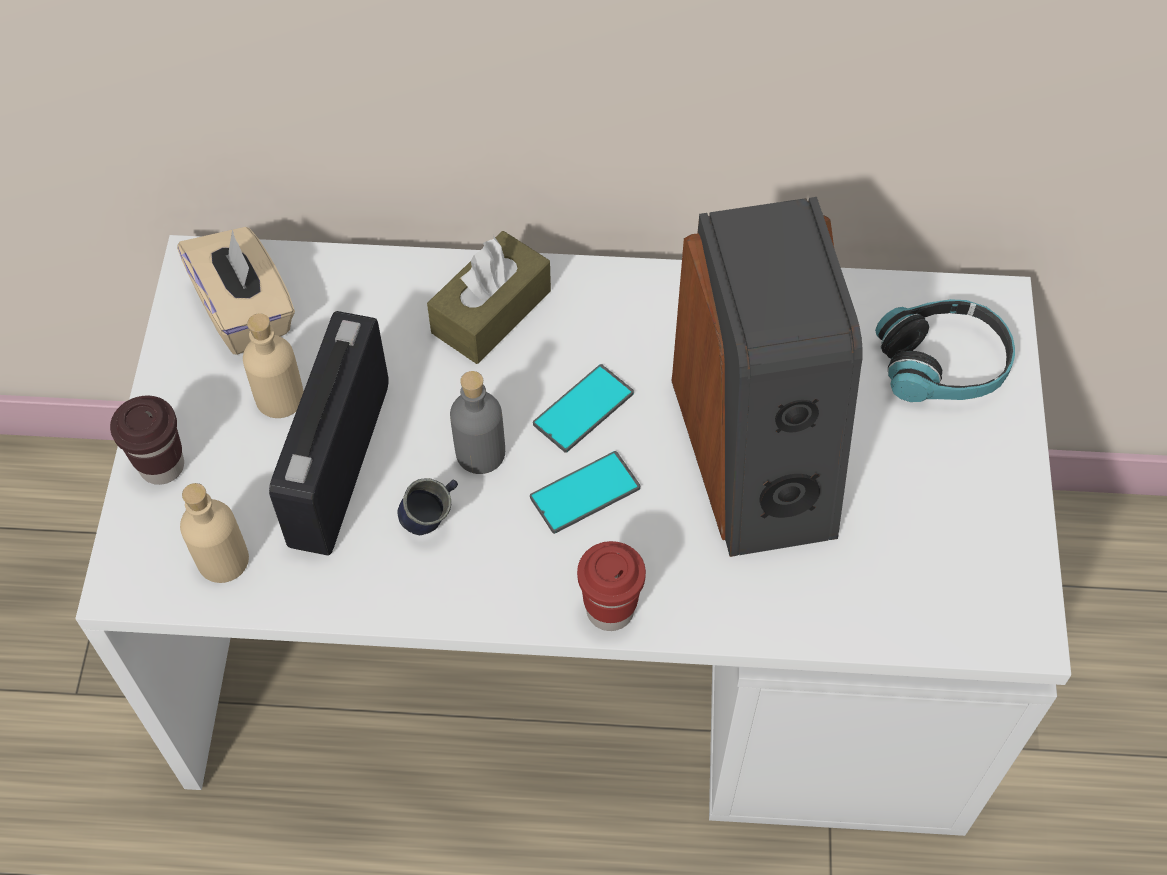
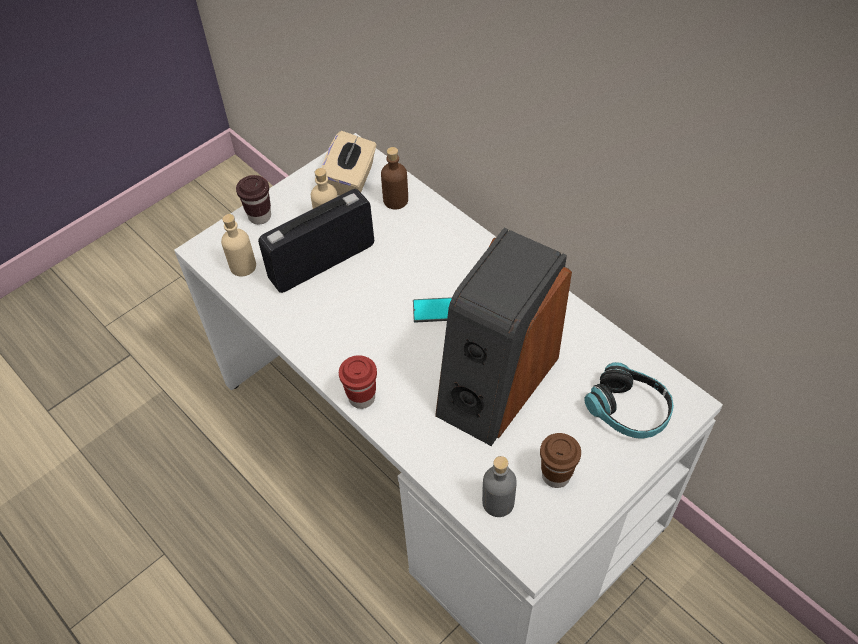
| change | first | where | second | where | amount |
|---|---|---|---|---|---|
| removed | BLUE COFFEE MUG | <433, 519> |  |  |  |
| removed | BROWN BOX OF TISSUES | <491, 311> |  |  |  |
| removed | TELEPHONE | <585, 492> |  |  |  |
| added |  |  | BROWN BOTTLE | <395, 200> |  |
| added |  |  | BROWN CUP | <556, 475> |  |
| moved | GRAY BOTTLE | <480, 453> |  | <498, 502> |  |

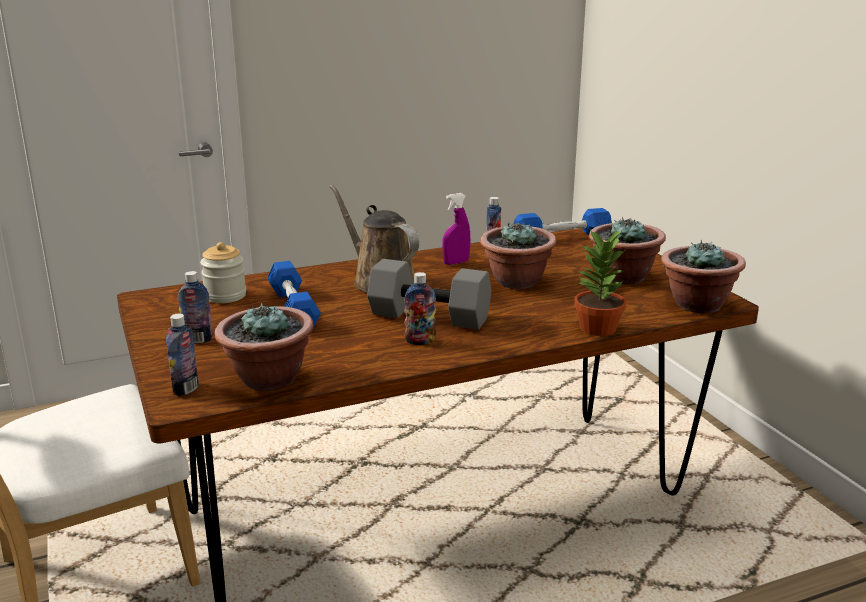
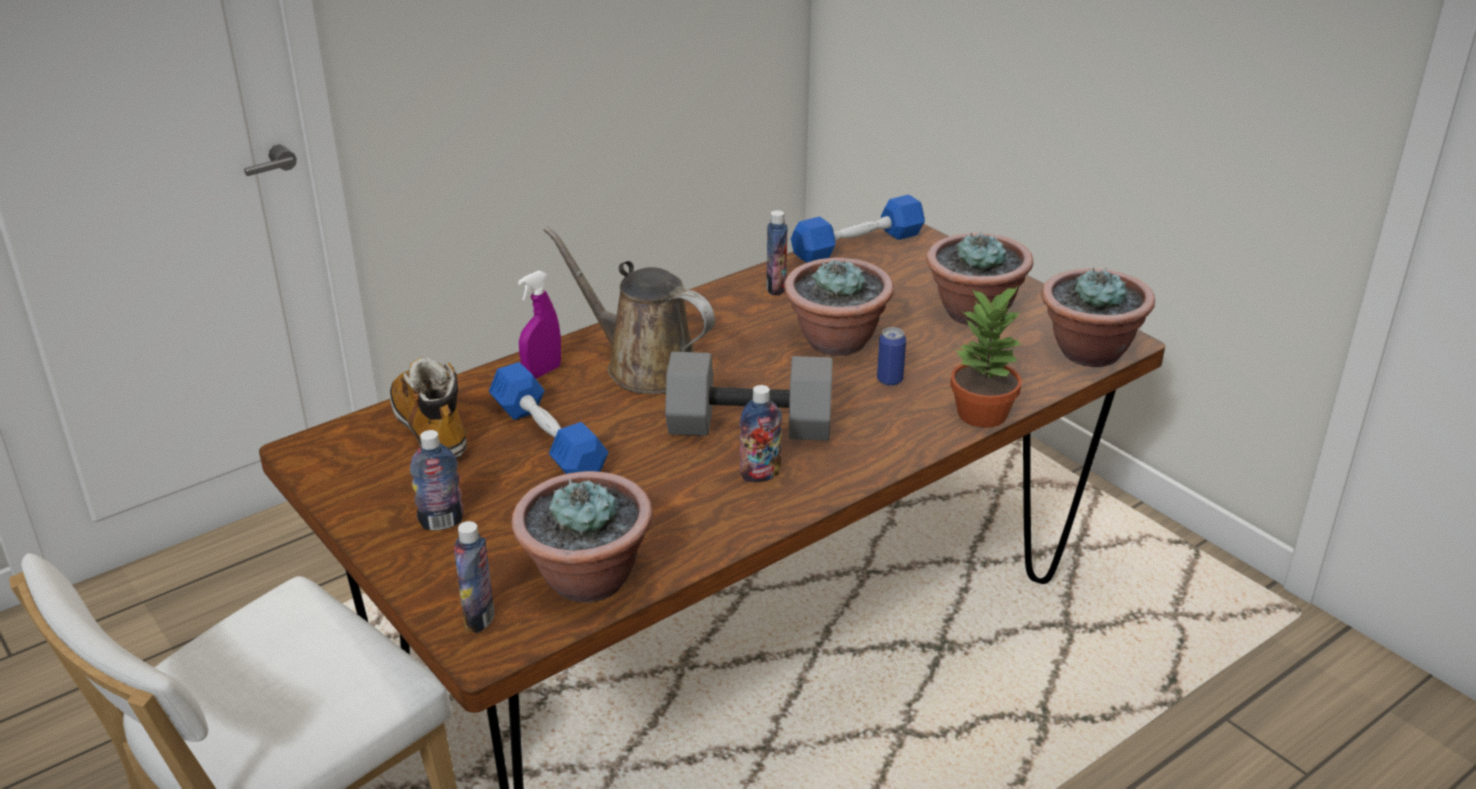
| change | first | where | second | where | amount |
|---|---|---|---|---|---|
| added |  |  | METAL CAN | <889, 380> |  |
| moved | PURPLE HAND SPRAYER | <456, 263> |  | <542, 372> |  |
| replaced | PRESERVE JAR | <225, 296> | TALL BOOT | <431, 429> |  |

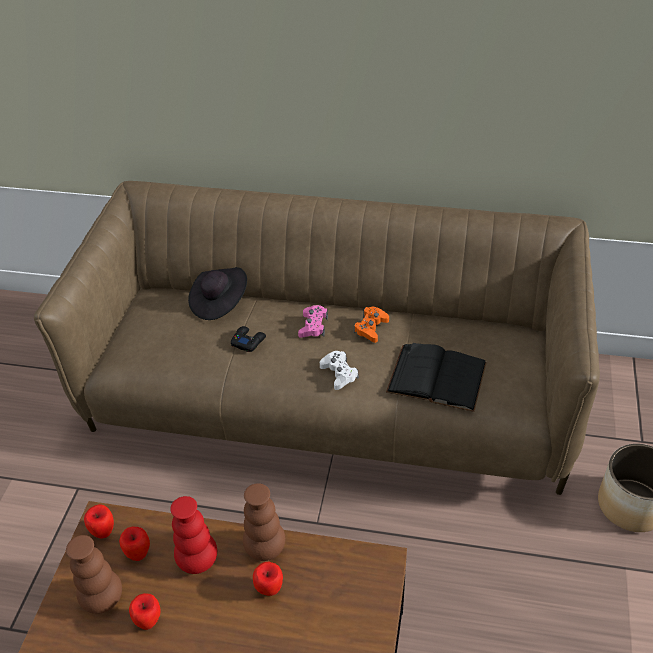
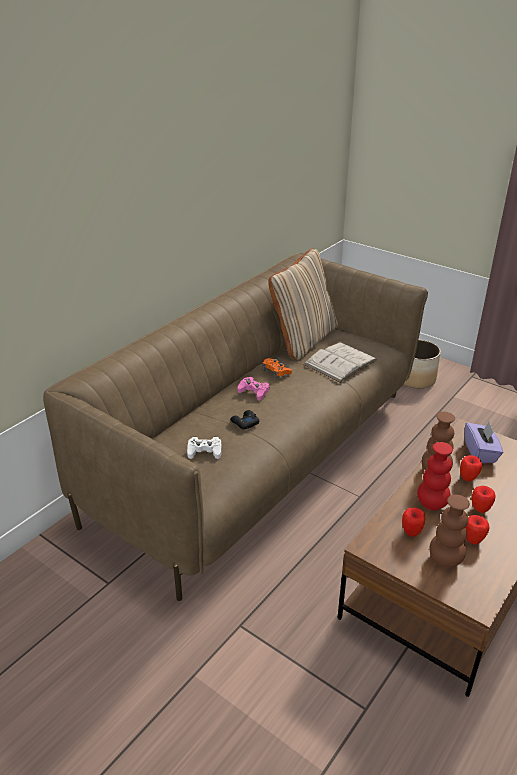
| change | first | where | second | where | amount |
|---|---|---|---|---|---|
| removed | BLACKISH WEARABLE HAT | <219, 303> |  |  |  |
| added |  |  | BEIGE CUSHION | <303, 339> |  |
| added |  |  | PURPLE BOX OF TISSUES | <480, 452> |  |
| moved | APPLE FRUIT | <103, 532> |  | <480, 509> |  |
| moved | WHITISH JOYPAD | <339, 373> |  | <204, 451> |  |
| recoloured | BLACKISH VOLUME | <437, 377> | WHITISH VOLUME | <340, 362> |  |

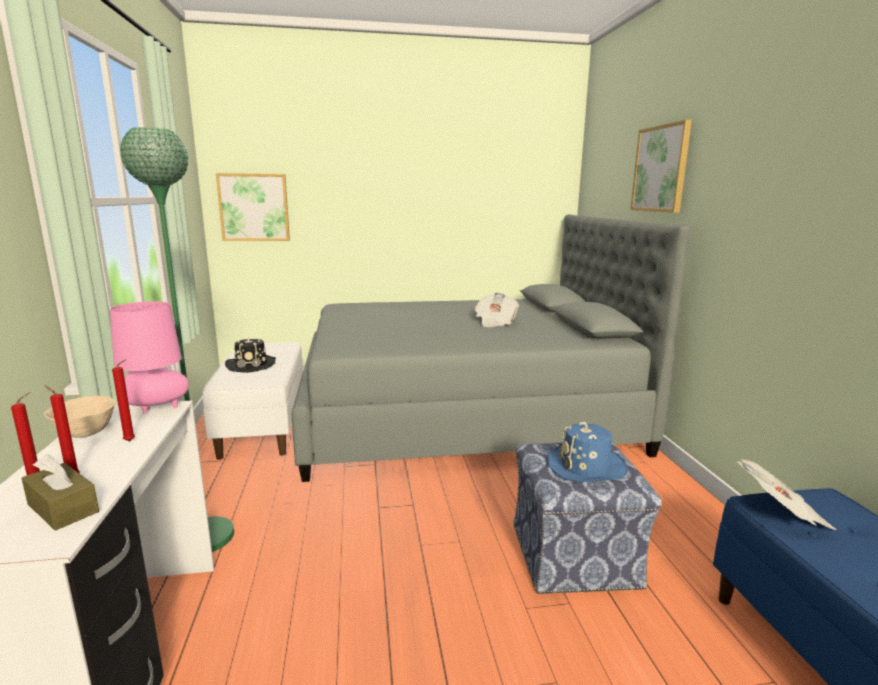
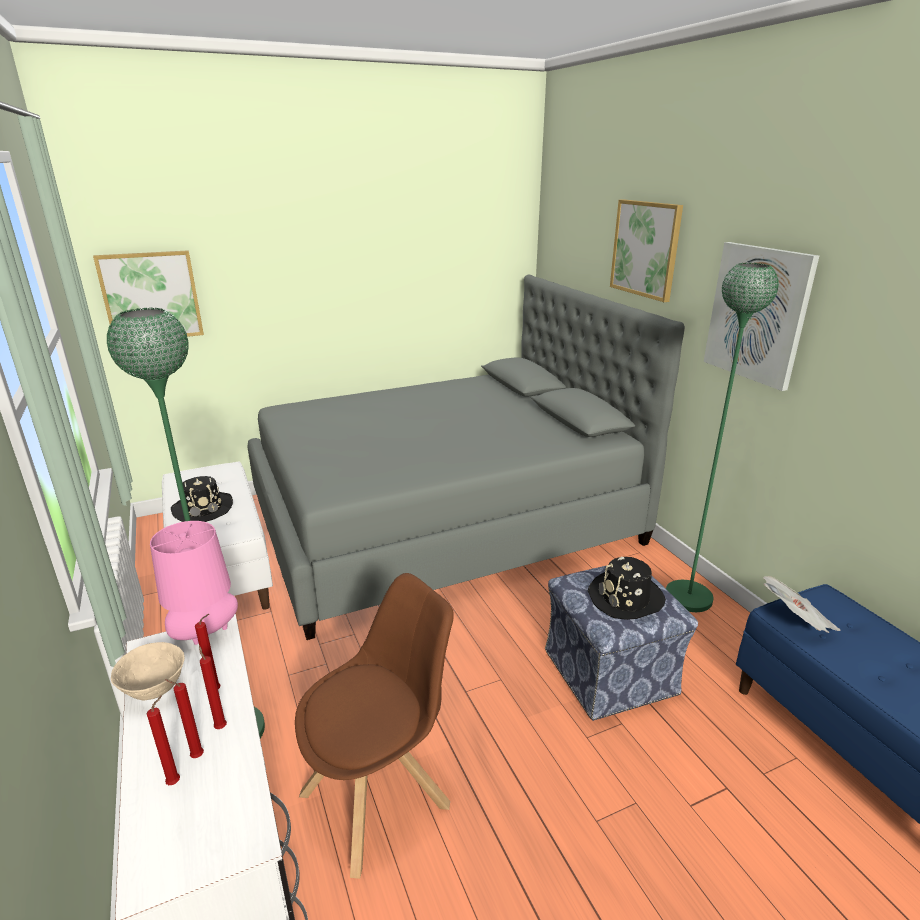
| change | first | where | second | where | amount |
|---|---|---|---|---|---|
| removed | BROWN BOX OF TISSUES | <63, 508> |  |  |  |
| removed | DAILY PAPER | <495, 322> |  |  |  |
| added |  |  | RED-COLOURED WAX LIGHT | <220, 726> |  |
| added |  |  | BROWN CHAIR | <380, 795> |  |
| added |  |  | GREEN-COLOURED STANDING LAMP | <689, 598> |  |
| added |  |  | WALL PICTURE | <757, 314> |  |
| recoloured | BLUE WEARABLE HAT | <586, 466> | BLACKISH WEARABLE HAT | <626, 598> |  |

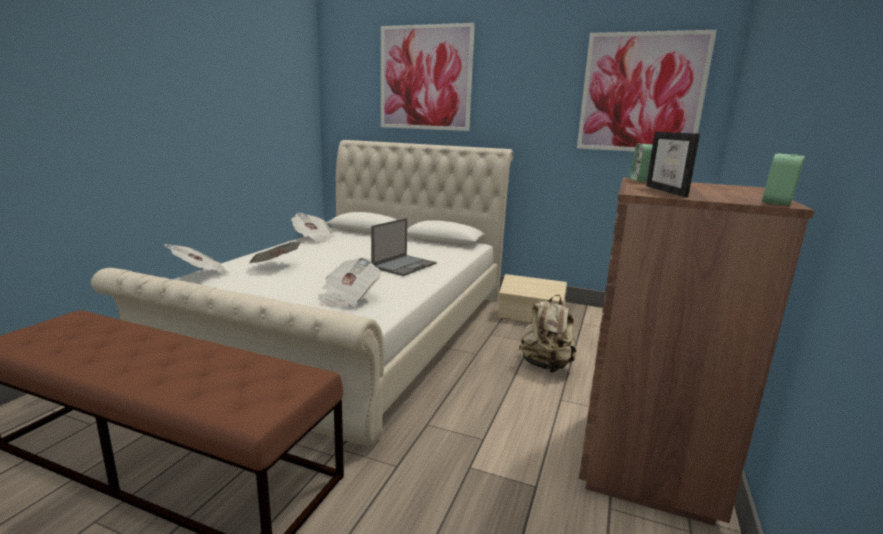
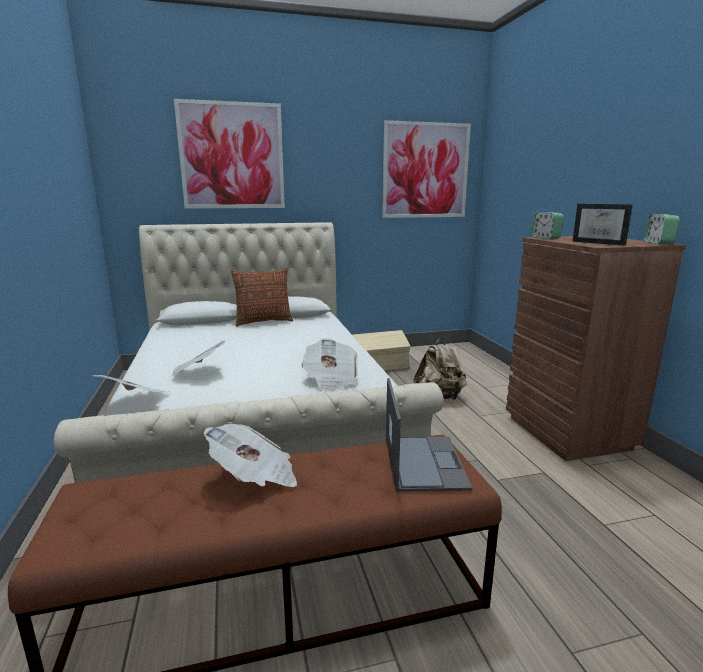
| change | first | where | second | where | amount |
|---|---|---|---|---|---|
| added |  |  | BROWN CUSHION | <263, 322> |  |
| moved | DAILY PAPER | <313, 239> |  | <255, 477> |  |
| moved | PORTABLE COMPUTER | <404, 265> |  | <423, 462> |  |

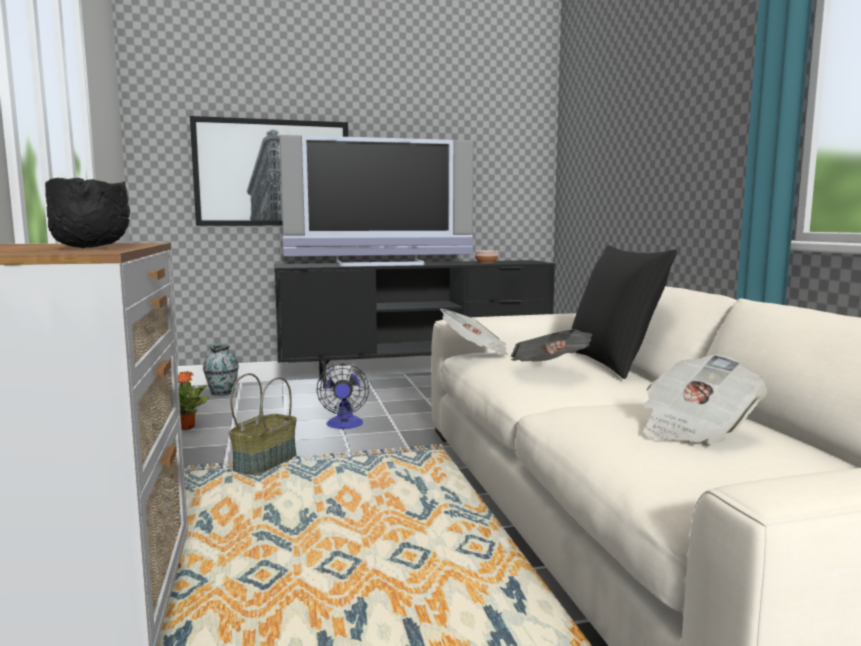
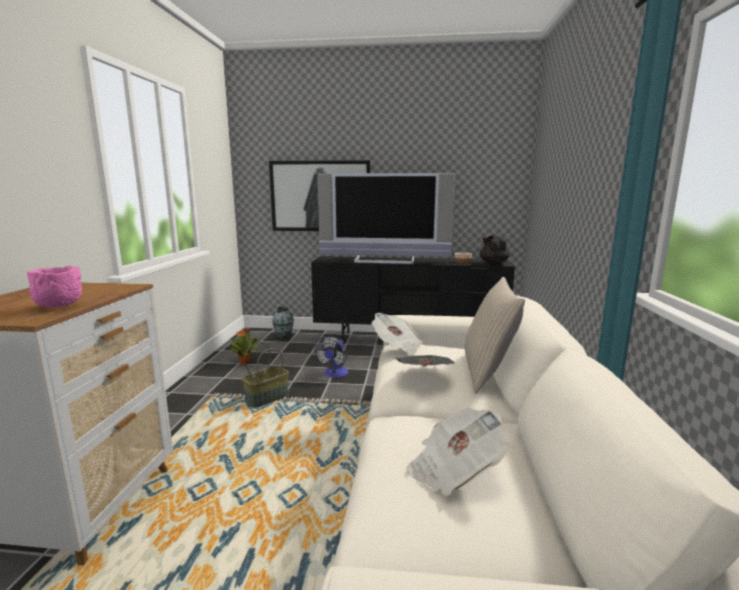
| change | first | where | second | where | amount |
|---|---|---|---|---|---|
| added |  |  | BLACKISH TEAPOT | <493, 263> |  |
| recoloured | BLACKISH DEEP DISH | <91, 248> | PINK DEEP DISH | <59, 307> |  |
| recoloured | BLACKISH CUSHION | <612, 363> | BEIGE CUSHION | <487, 372> |  |

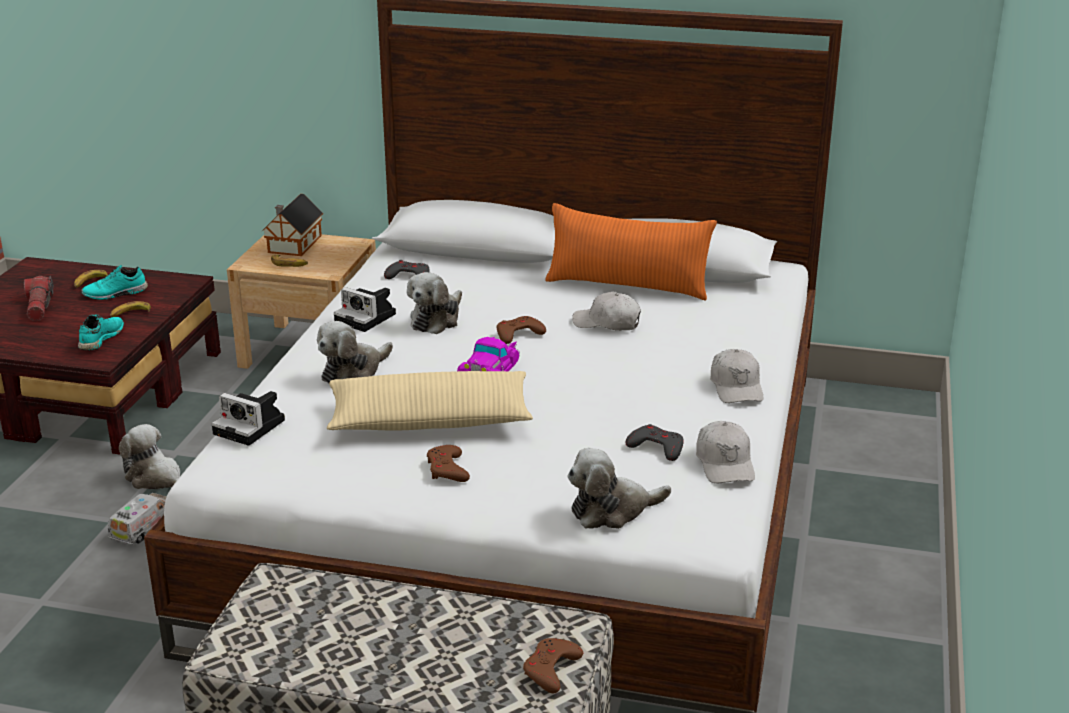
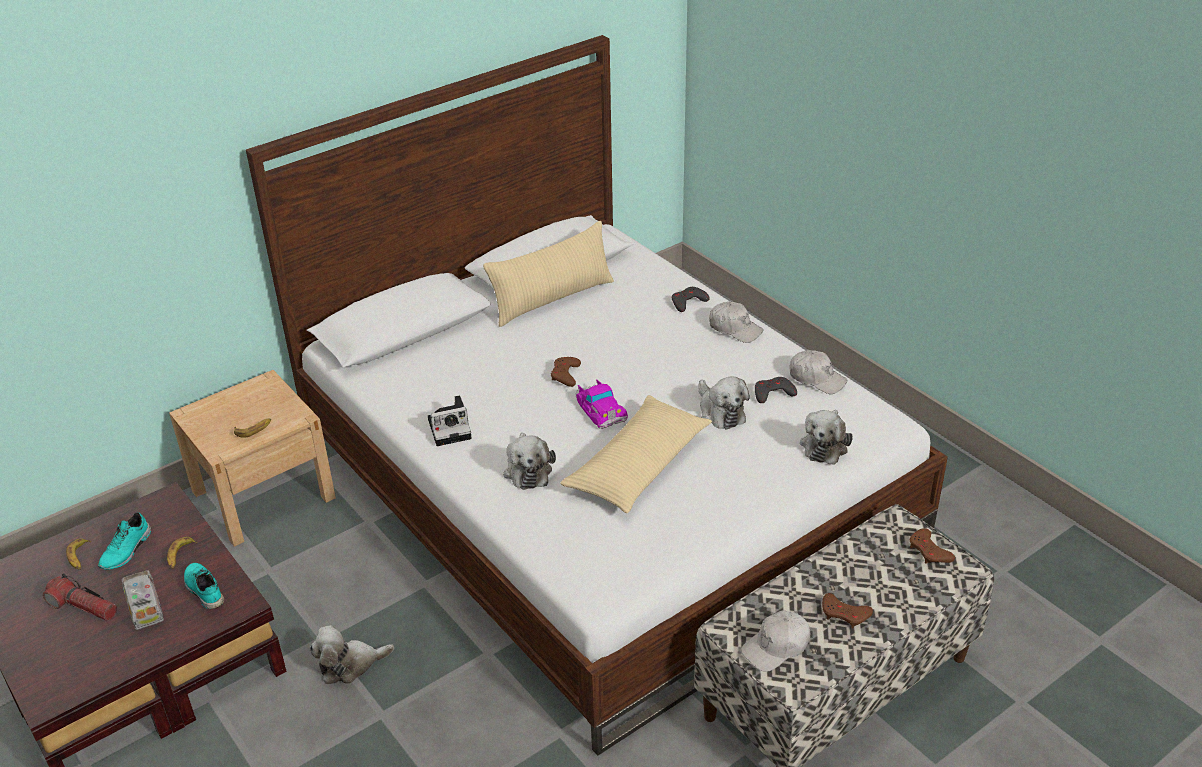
| change | first | where | second | where | amount |
|---|---|---|---|---|---|
| removed | STILL CAMERA | <252, 427> |  |  |  |
| removed | TOY HOUSE | <293, 245> |  |  |  |
| moved | TOY TRUCK | <144, 527> |  | <144, 606> |  |
| moved | GRAY JOYPAD | <408, 276> |  | <688, 302> |  |
| moved | SOFT TOY | <437, 319> |  | <720, 412> |  |
| moved | BROWN JOYPAD | <447, 469> |  | <844, 614> |  |
| moved | WHITISH PEAKED CAP | <607, 323> |  | <776, 647> |  |
| recoloured | ORANGE CUSHION | <627, 286> | BEIGE CUSHION | <552, 299> |  |

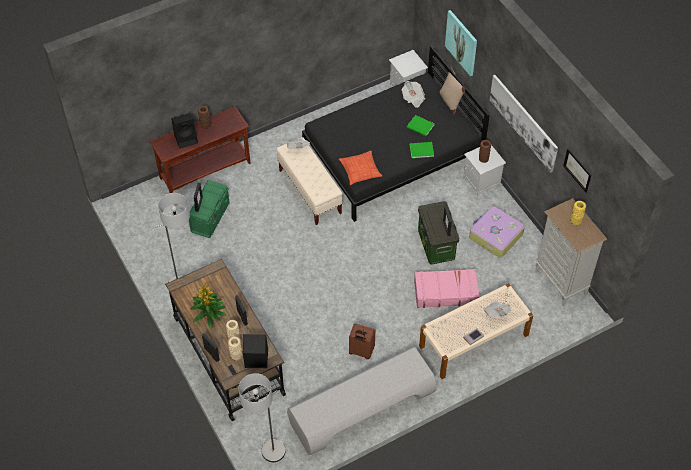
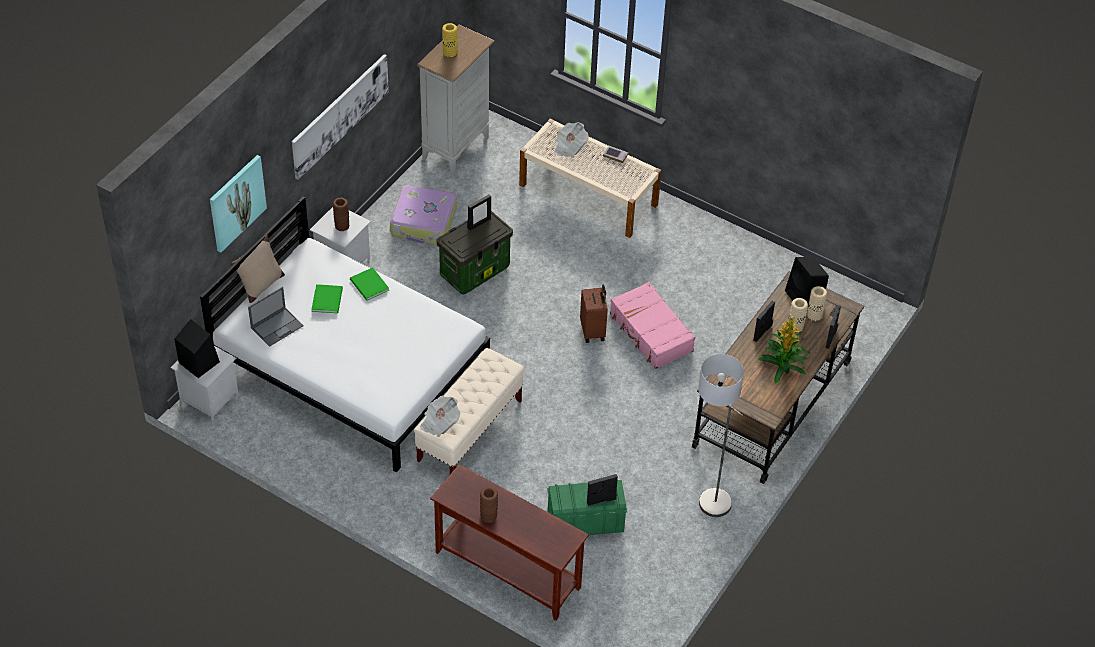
| change | first | where | second | where | amount |
|---|---|---|---|---|---|
| removed | GRAY STANDING LAMP | <267, 455> |  |  |  |
| removed | GRAY BENCH | <362, 408> |  |  |  |
| removed | ORANGE CUSHION | <360, 171> |  |  |  |
| removed | WALL PICTURE | <577, 170> |  |  |  |
| moved | BLACKISH AUDIO SPEAKER | <186, 138> |  | <198, 362> |  |
| moved | BROWN SUITCASE | <361, 352> |  | <593, 331> |  |
| moved | PINK SUITCASE | <445, 292> |  | <650, 333> |  |
| replaced | DAILY PAPER | <413, 98> | PORTABLE COMPUTER | <277, 326> |  |
| recoloured | BLACKISH BED | <392, 156> | WHITISH BED | <351, 367> |  |

